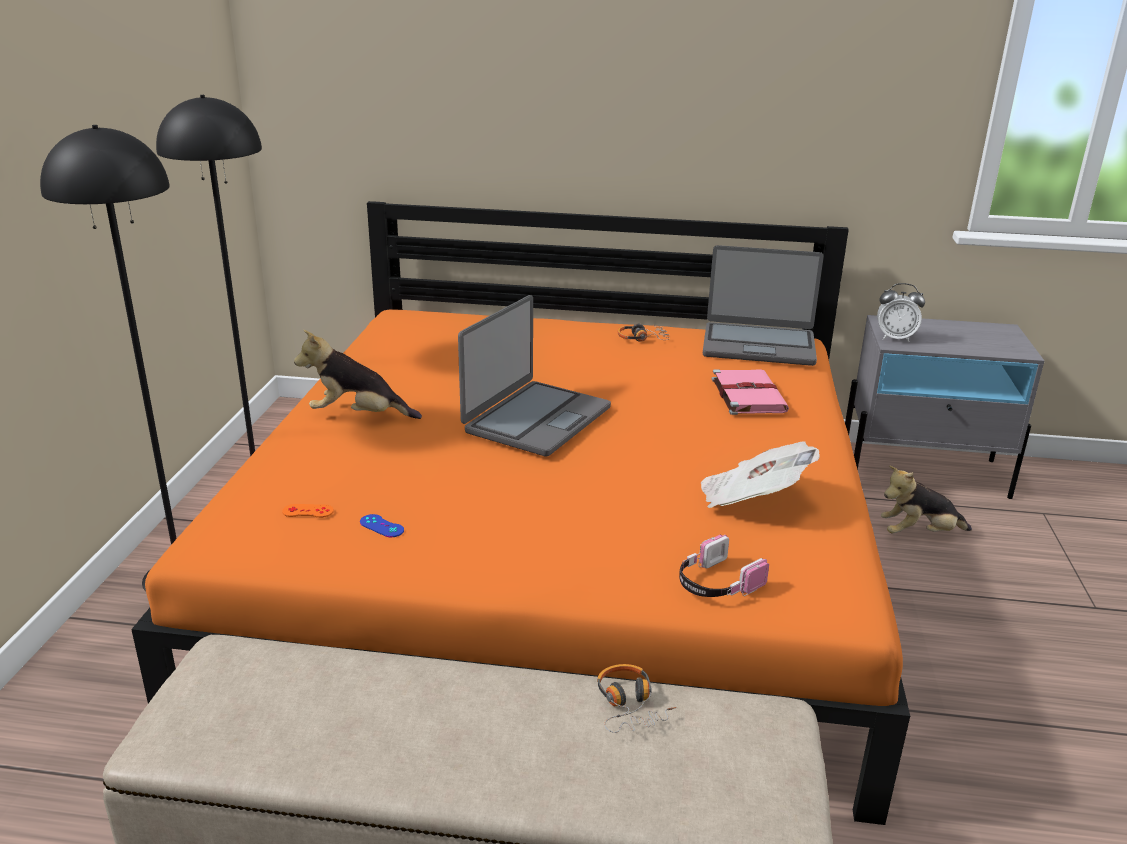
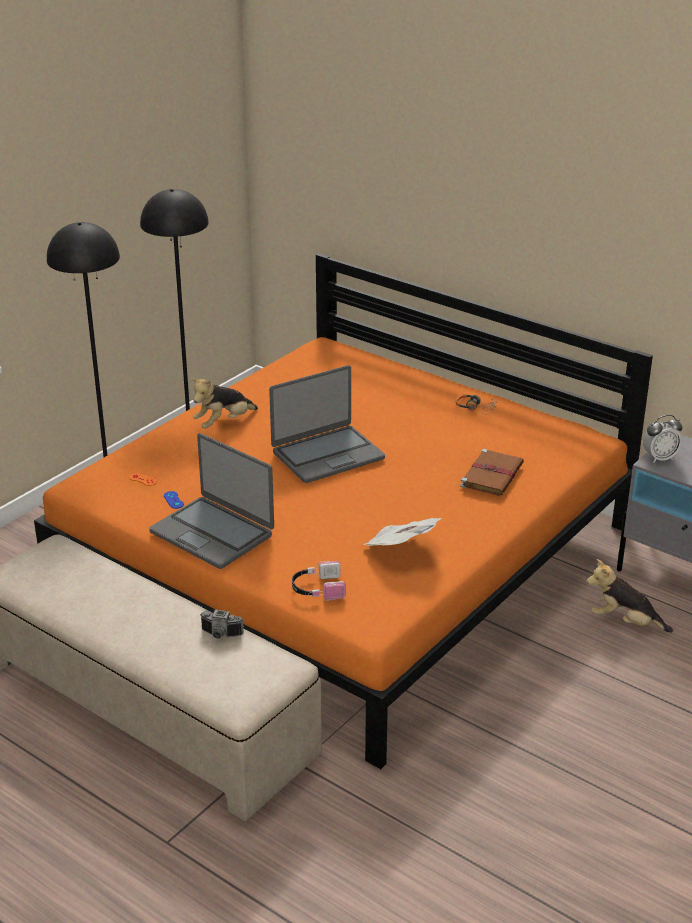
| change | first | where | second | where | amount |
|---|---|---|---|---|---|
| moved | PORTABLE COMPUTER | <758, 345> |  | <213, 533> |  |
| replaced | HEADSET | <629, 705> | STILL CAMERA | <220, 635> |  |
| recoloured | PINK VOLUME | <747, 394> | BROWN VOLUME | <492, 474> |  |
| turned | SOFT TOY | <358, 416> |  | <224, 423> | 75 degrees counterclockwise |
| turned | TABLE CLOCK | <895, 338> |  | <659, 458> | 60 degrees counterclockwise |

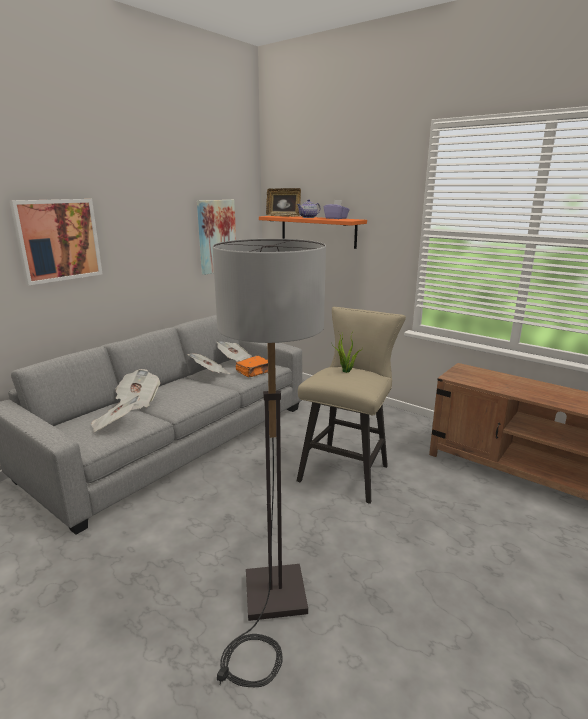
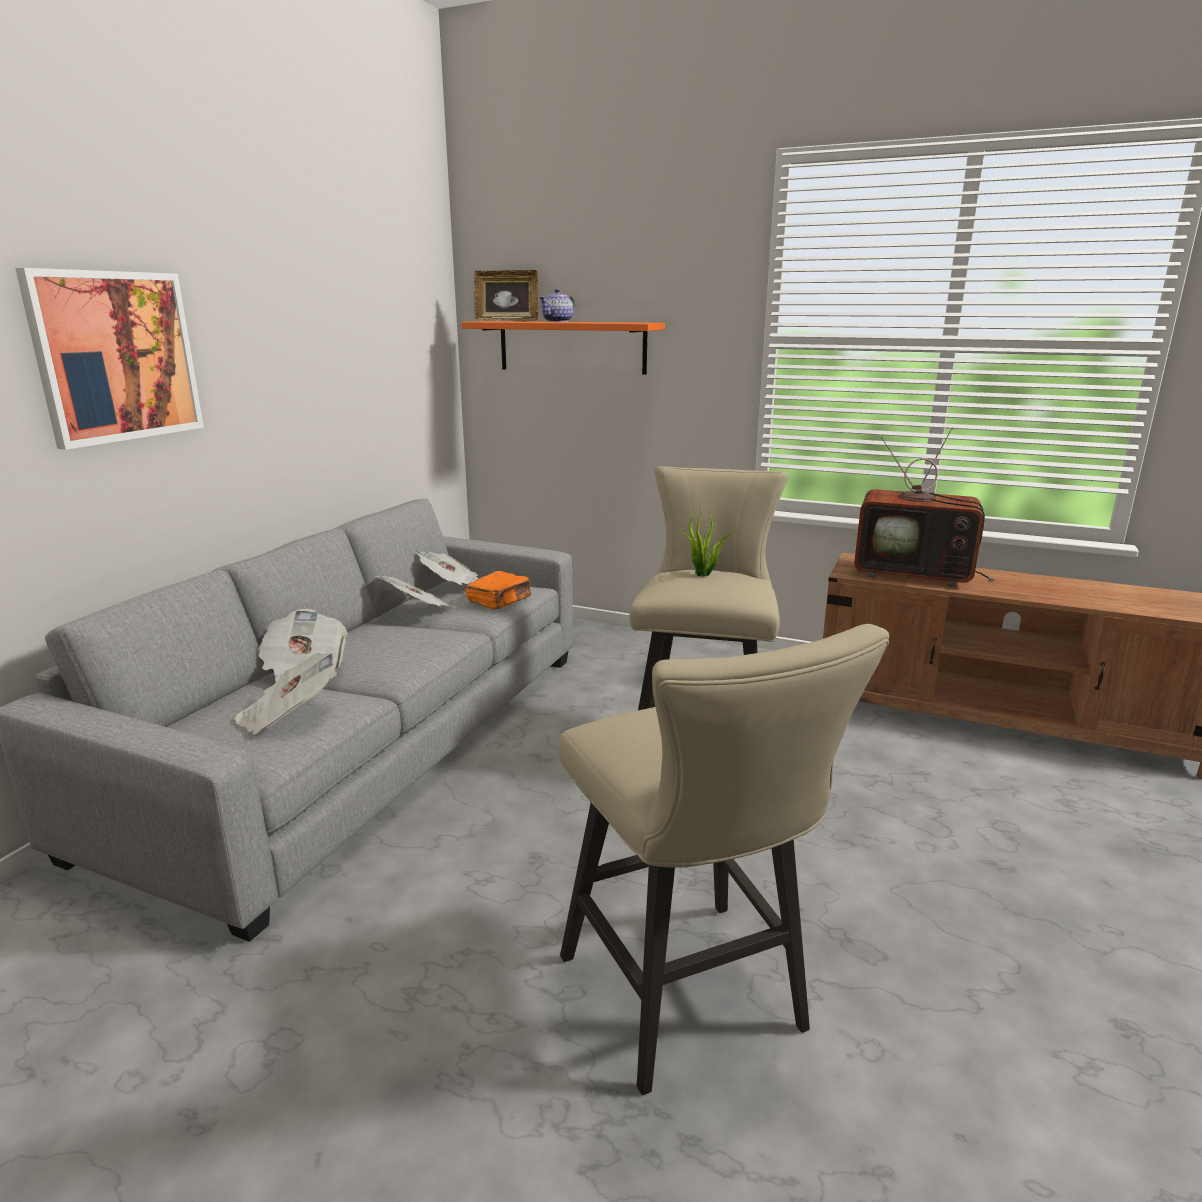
| change | first | where | second | where | amount |
|---|---|---|---|---|---|
| removed | WALL PICTURE | <216, 236> |  |  |  |
| removed | PURPLE BOX OF TISSUES | <336, 218> |  |  |  |
| added |  |  | TV | <916, 574> |  |
| replaced | STANDING LAMP | <268, 612> | BEIGE STOOL | <691, 1003> |  |

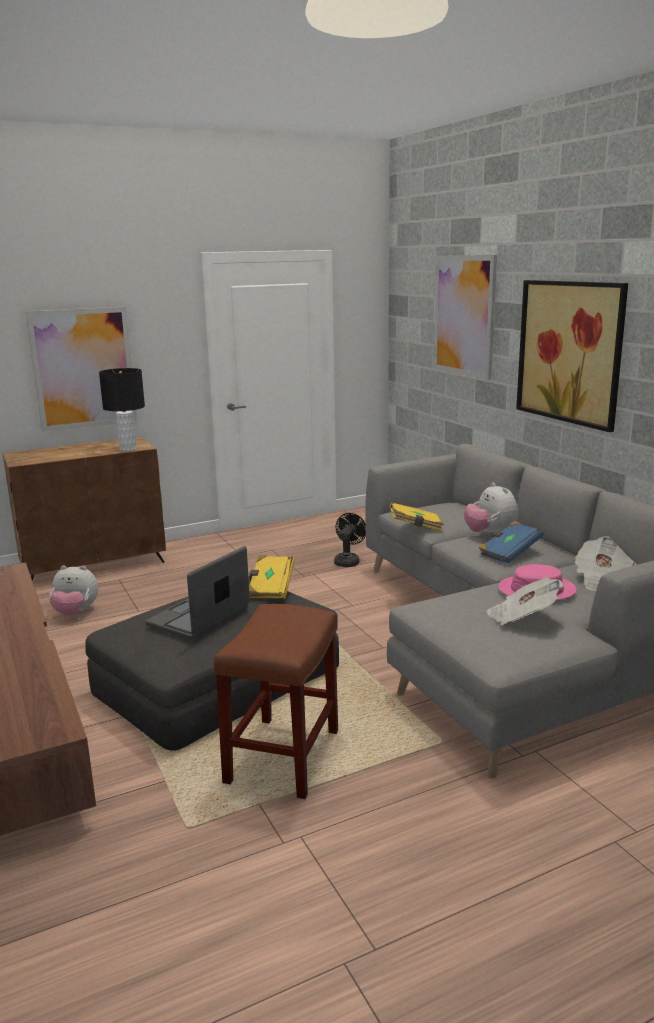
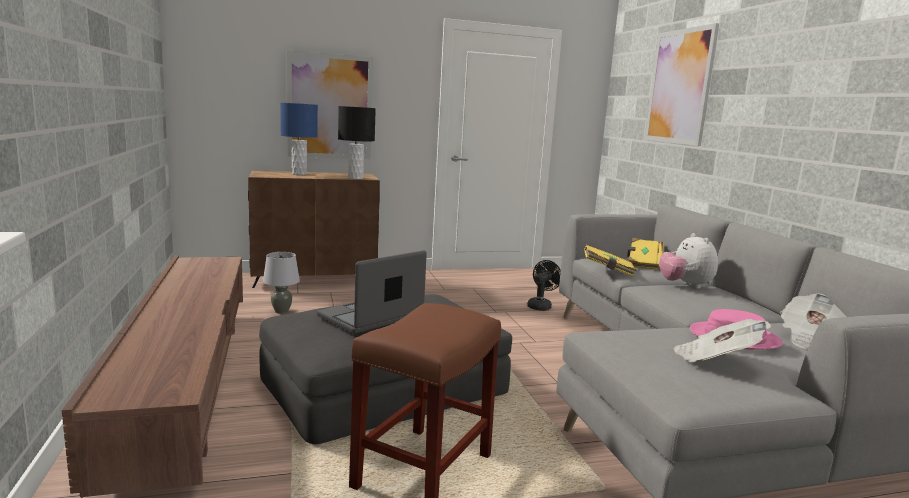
| change | first | where | second | where | amount |
|---|---|---|---|---|---|
| removed | BLUE VOLUME | <509, 553> |  |  |  |
| removed | WALL PICTURE | <569, 352> |  |  |  |
| added |  |  | BLUE TABLE LAMP | <299, 174> |  |
| moved | YELLOW VOLUME | <270, 588> |  | <643, 263> |  |
| replaced | SOFT TOY | <75, 612> | GRAY TABLE LAMP | <281, 311> |  |

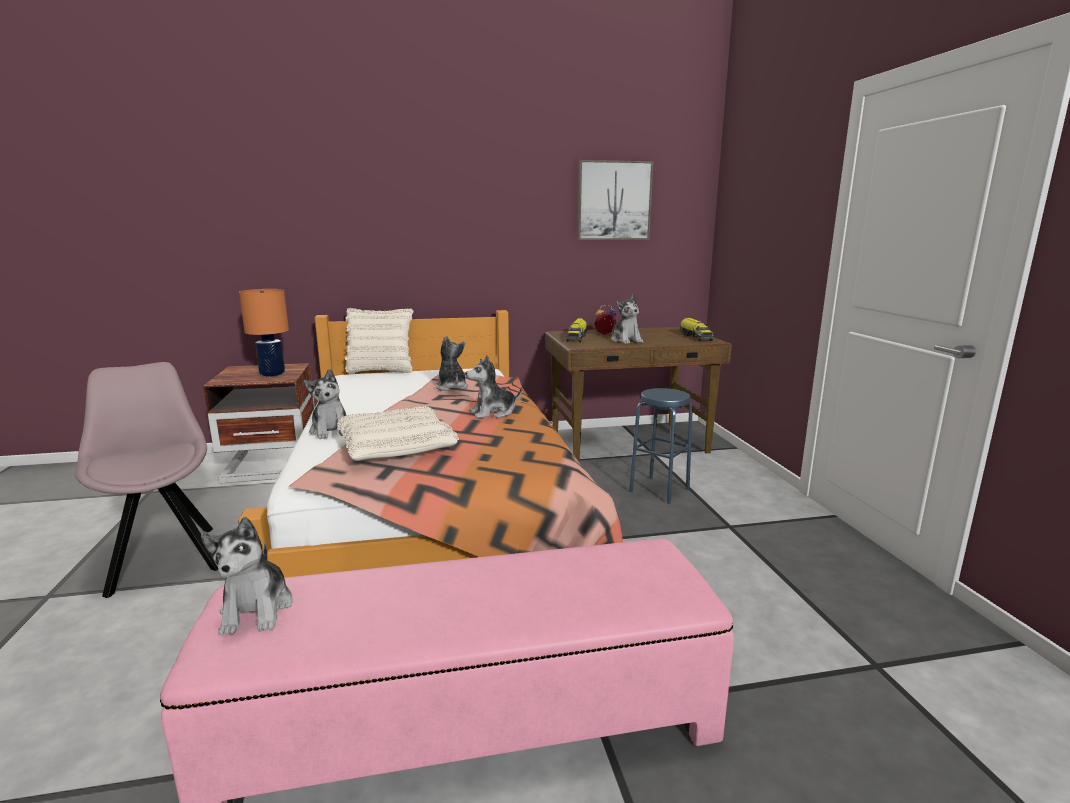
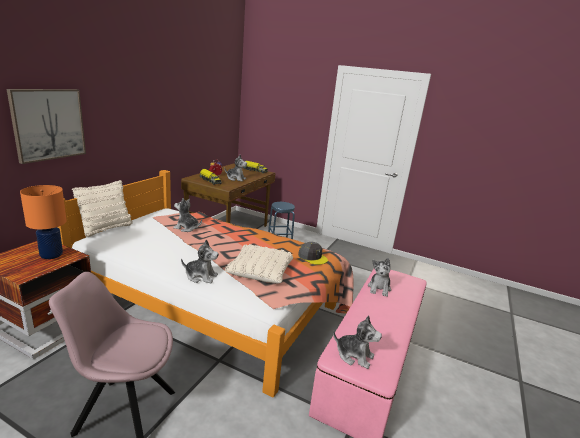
| change | first | where | second | where | amount |
|---|---|---|---|---|---|
| added |  |  | GRAY PEAKED CAP | <312, 257> |  |
| moved | SOFT TOY | <493, 413> |  | <379, 288> |  |
| moved | WALL PICTURE | <614, 201> |  | <48, 124> |  |

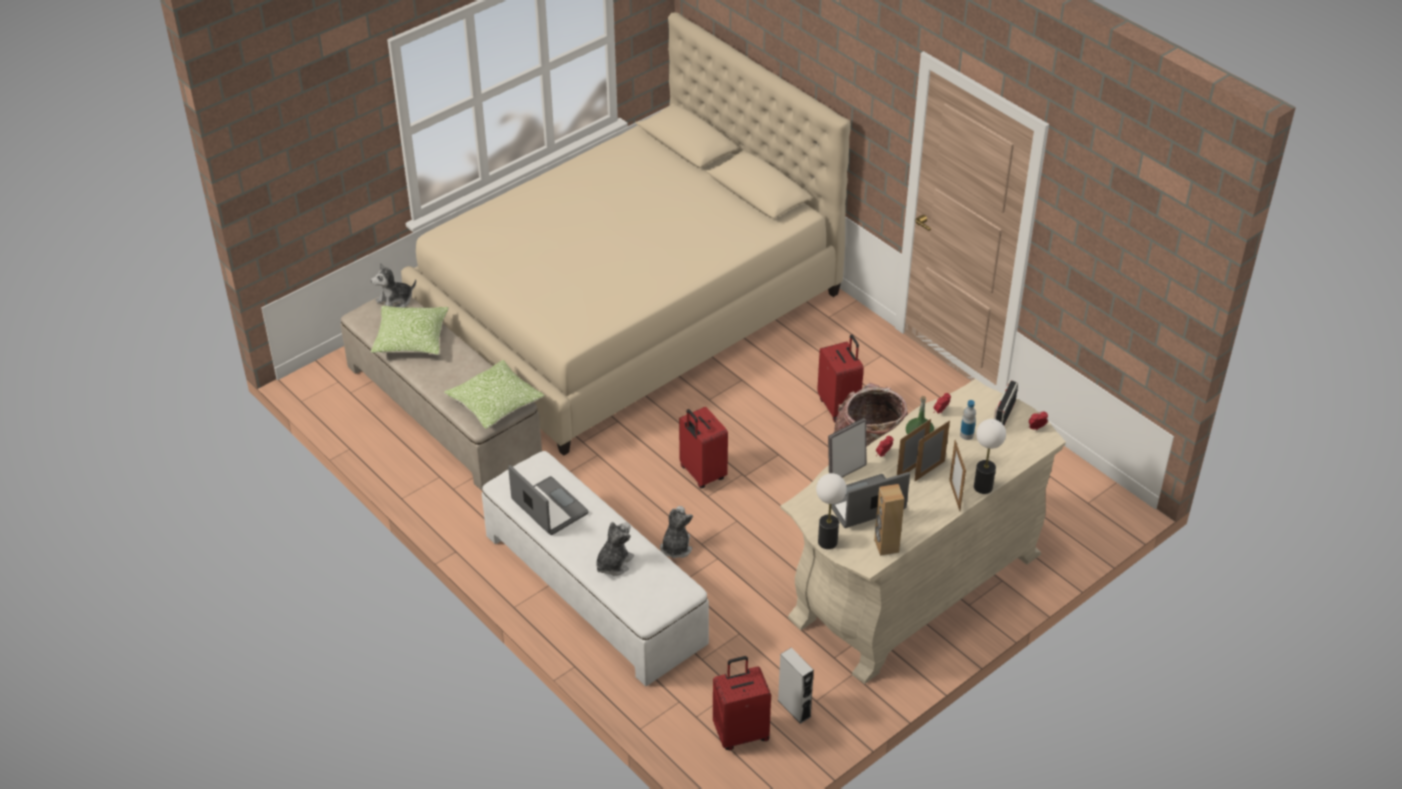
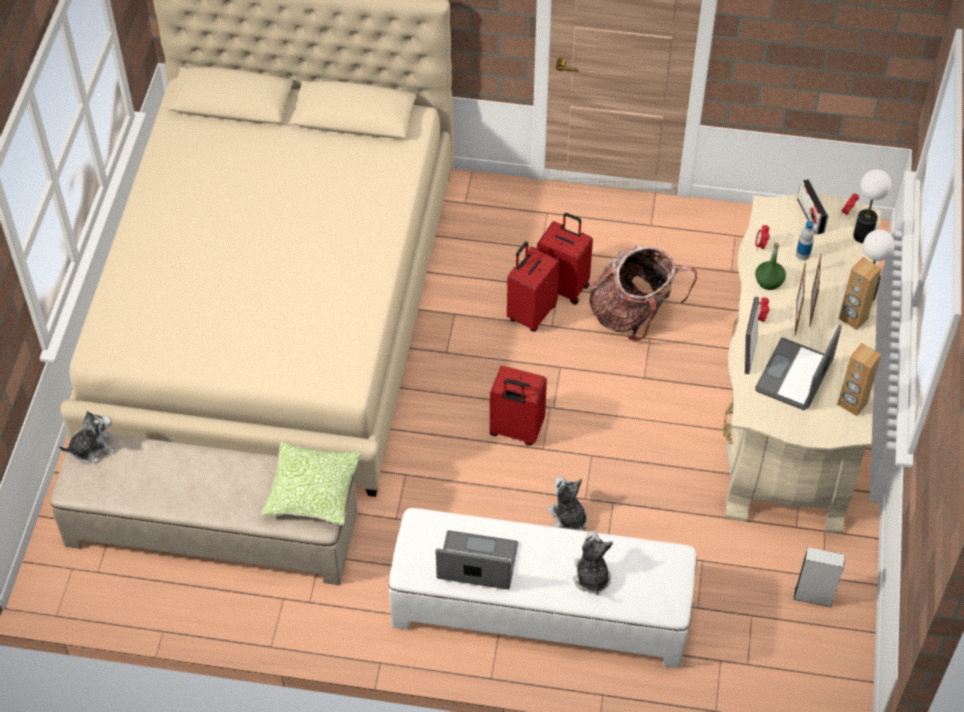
| change | first | where | second | where | amount |
|---|---|---|---|---|---|
| removed | CUSHION | <411, 339> |  |  |  |
| moved | RED-COLOURED SUITCASE | <741, 733> |  | <531, 313> |  |
| moved | TABLE LAMP | <827, 542> |  | <863, 236> |  |
| replaced | PHOTO FRAME | <954, 495> | BROWN AUDIO SPEAKER | <853, 318> |  |
| turned | SOFT TOY | <395, 301> |  | <92, 448> | 135 degrees counterclockwise |

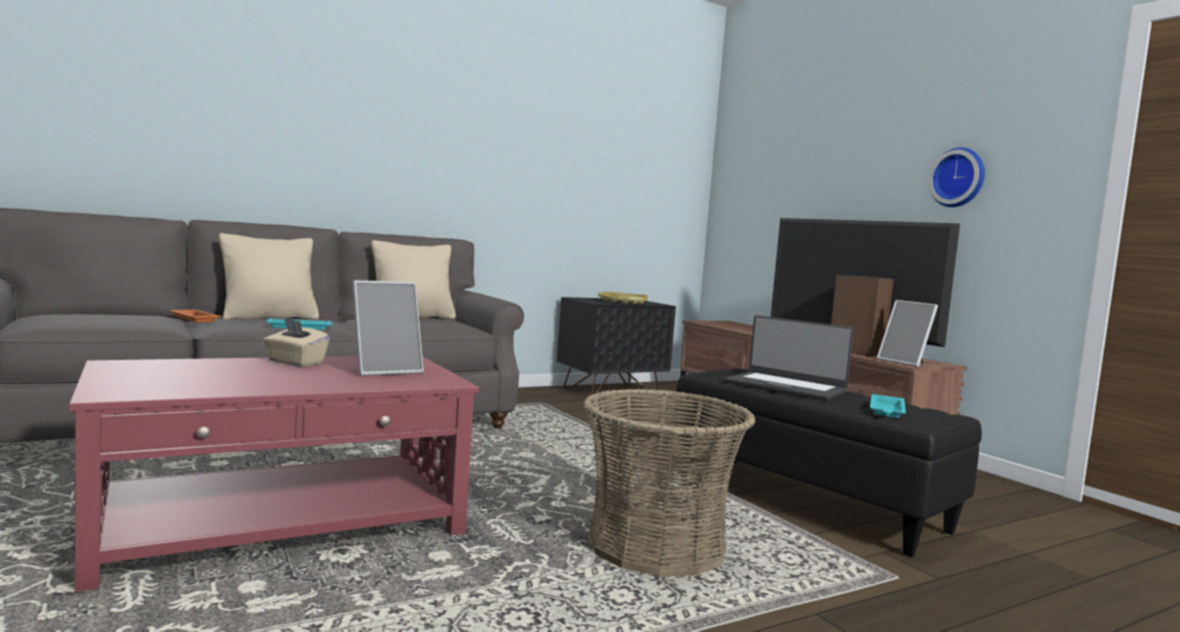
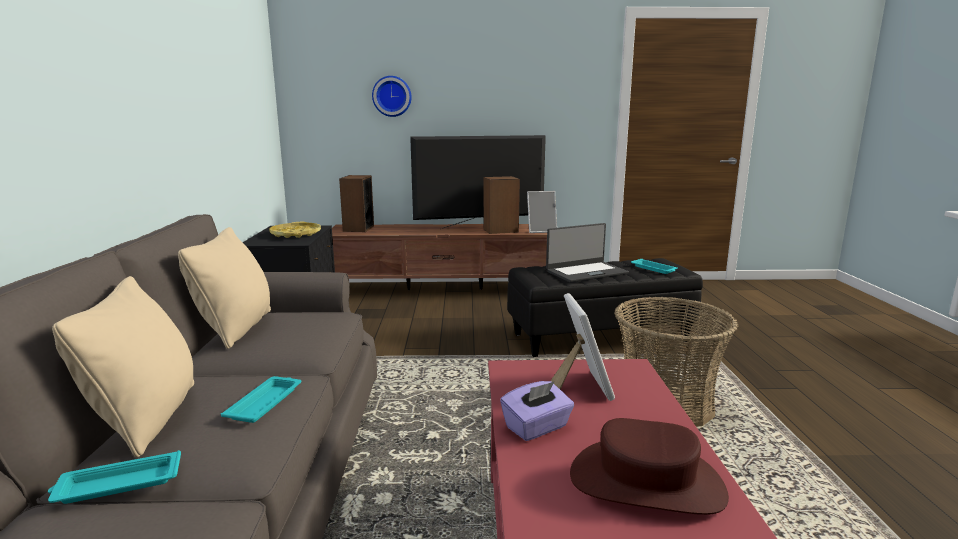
| change | first | where | second | where | amount |
|---|---|---|---|---|---|
| added |  |  | AUDIO SPEAKER | <358, 228> |  |
| added |  |  | BROWN WEARABLE HAT | <646, 482> |  |
| moved | CLOCK ON THE WALL | <959, 178> |  | <392, 96> |  |
| recoloured | ORANGE TRAY | <194, 319> | BLUE-GREEN TRAY | <117, 484> |  |
| recoloured | BEIGE BOX OF TISSUES | <295, 362> | PURPLE BOX OF TISSUES | <537, 427> |  |

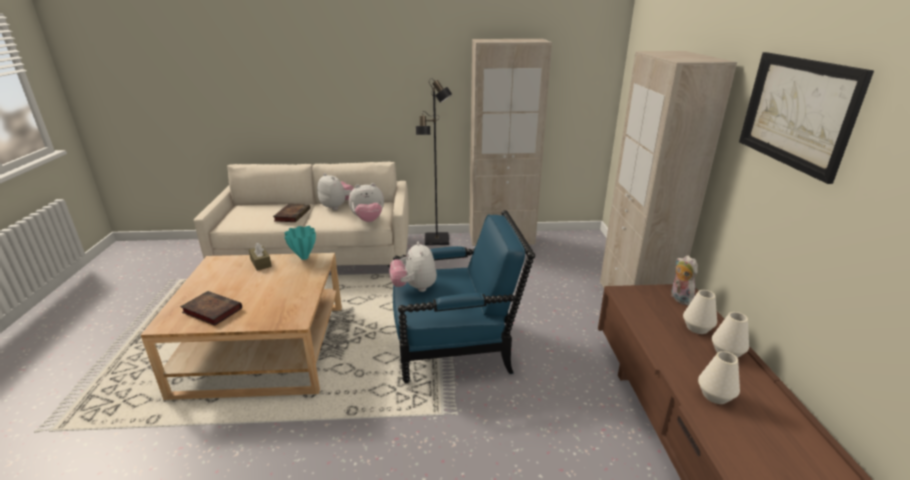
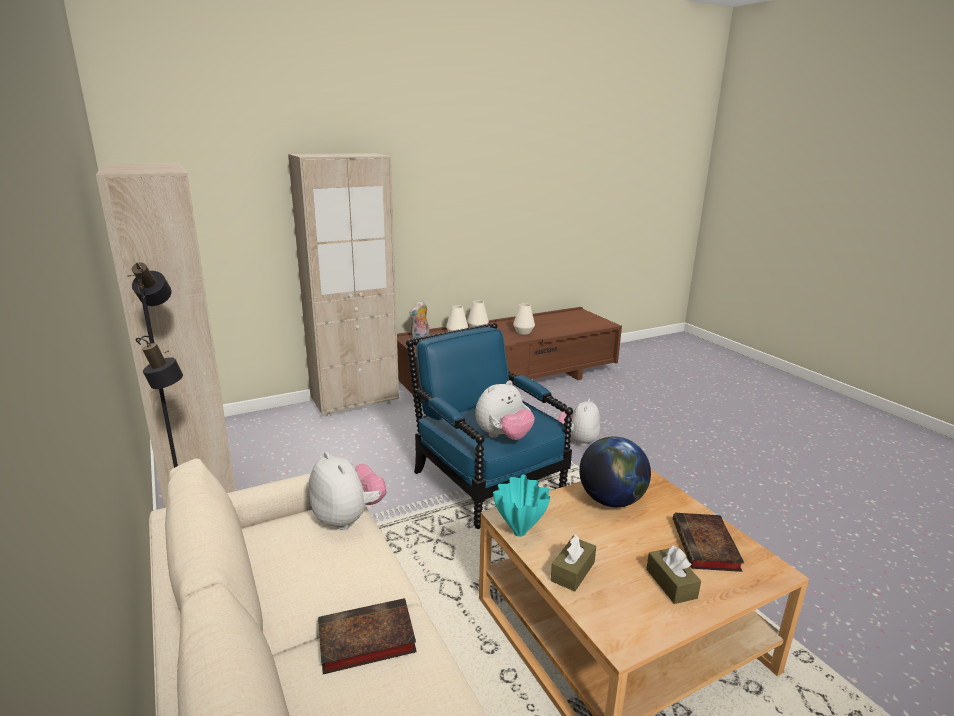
| change | first | where | second | where | amount |
|---|---|---|---|---|---|
| removed | WALL PICTURE | <797, 112> |  |  |  |
| added |  |  | DESK GLOBE | <611, 500> |  |
| added |  |  | BROWN BOX OF TISSUES | <671, 583> |  |
| moved | SOFT TOY | <337, 206> |  | <577, 440> |  |

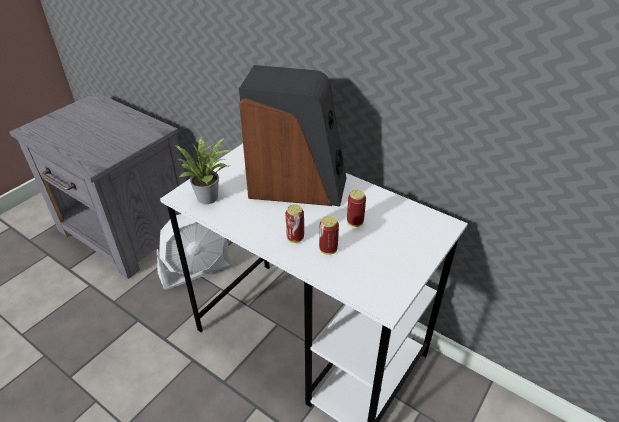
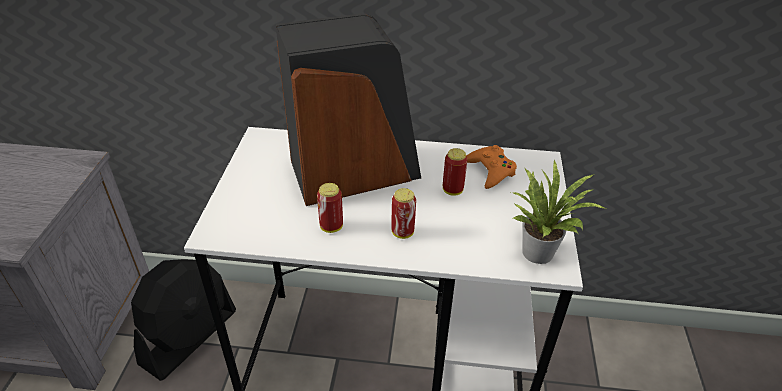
| change | first | where | second | where | amount |
|---|---|---|---|---|---|
| added |  |  | ORANGE JOYPAD | <490, 171> |  |
| moved | POTTED PLANT | <210, 196> |  | <539, 250> |  |
| moved | METAL CAN | <328, 250> |  | <331, 227> |  |
| recoloured | WHITISH COOLING FAN | <196, 270> | BLACKISH COOLING FAN | <190, 337> |  |

